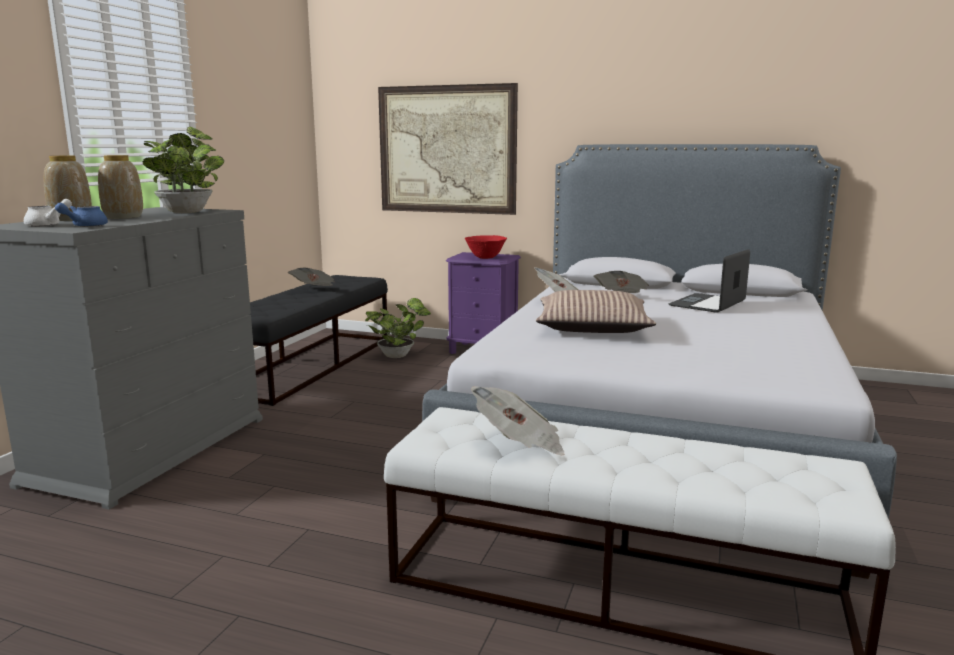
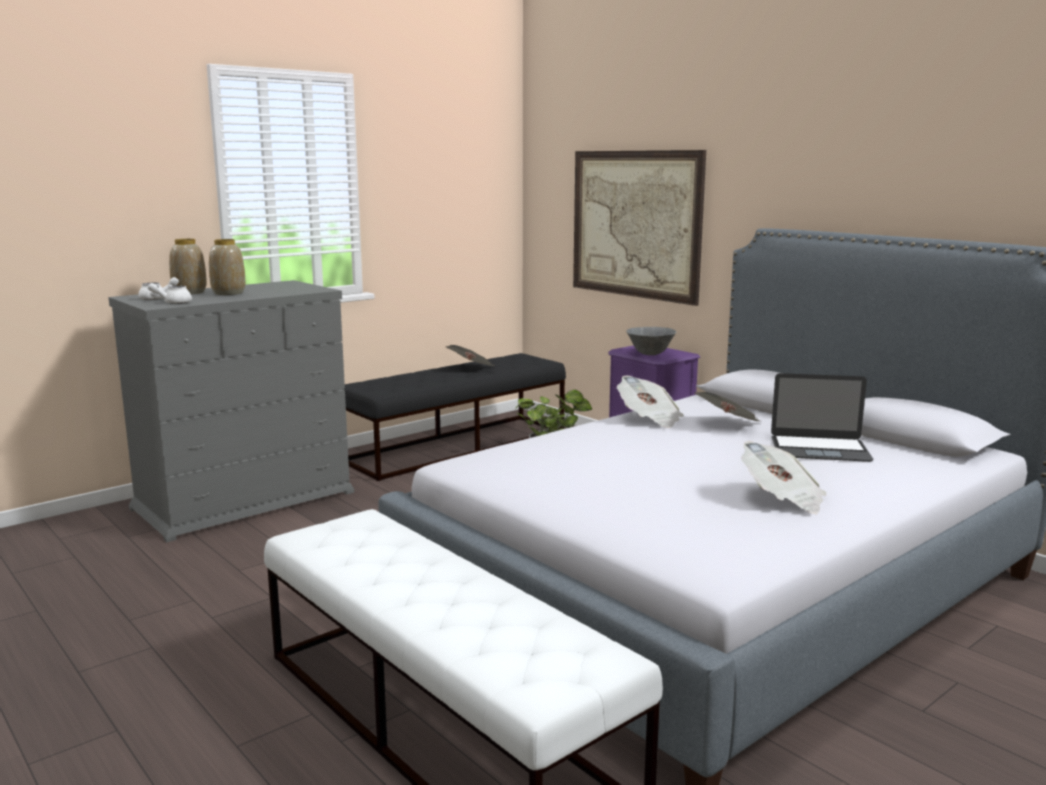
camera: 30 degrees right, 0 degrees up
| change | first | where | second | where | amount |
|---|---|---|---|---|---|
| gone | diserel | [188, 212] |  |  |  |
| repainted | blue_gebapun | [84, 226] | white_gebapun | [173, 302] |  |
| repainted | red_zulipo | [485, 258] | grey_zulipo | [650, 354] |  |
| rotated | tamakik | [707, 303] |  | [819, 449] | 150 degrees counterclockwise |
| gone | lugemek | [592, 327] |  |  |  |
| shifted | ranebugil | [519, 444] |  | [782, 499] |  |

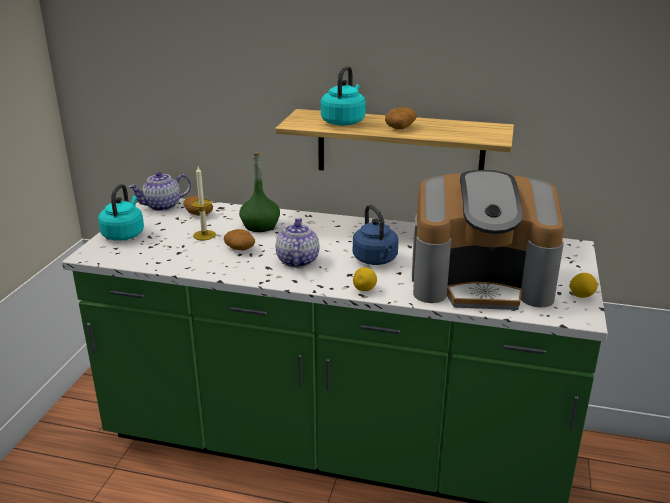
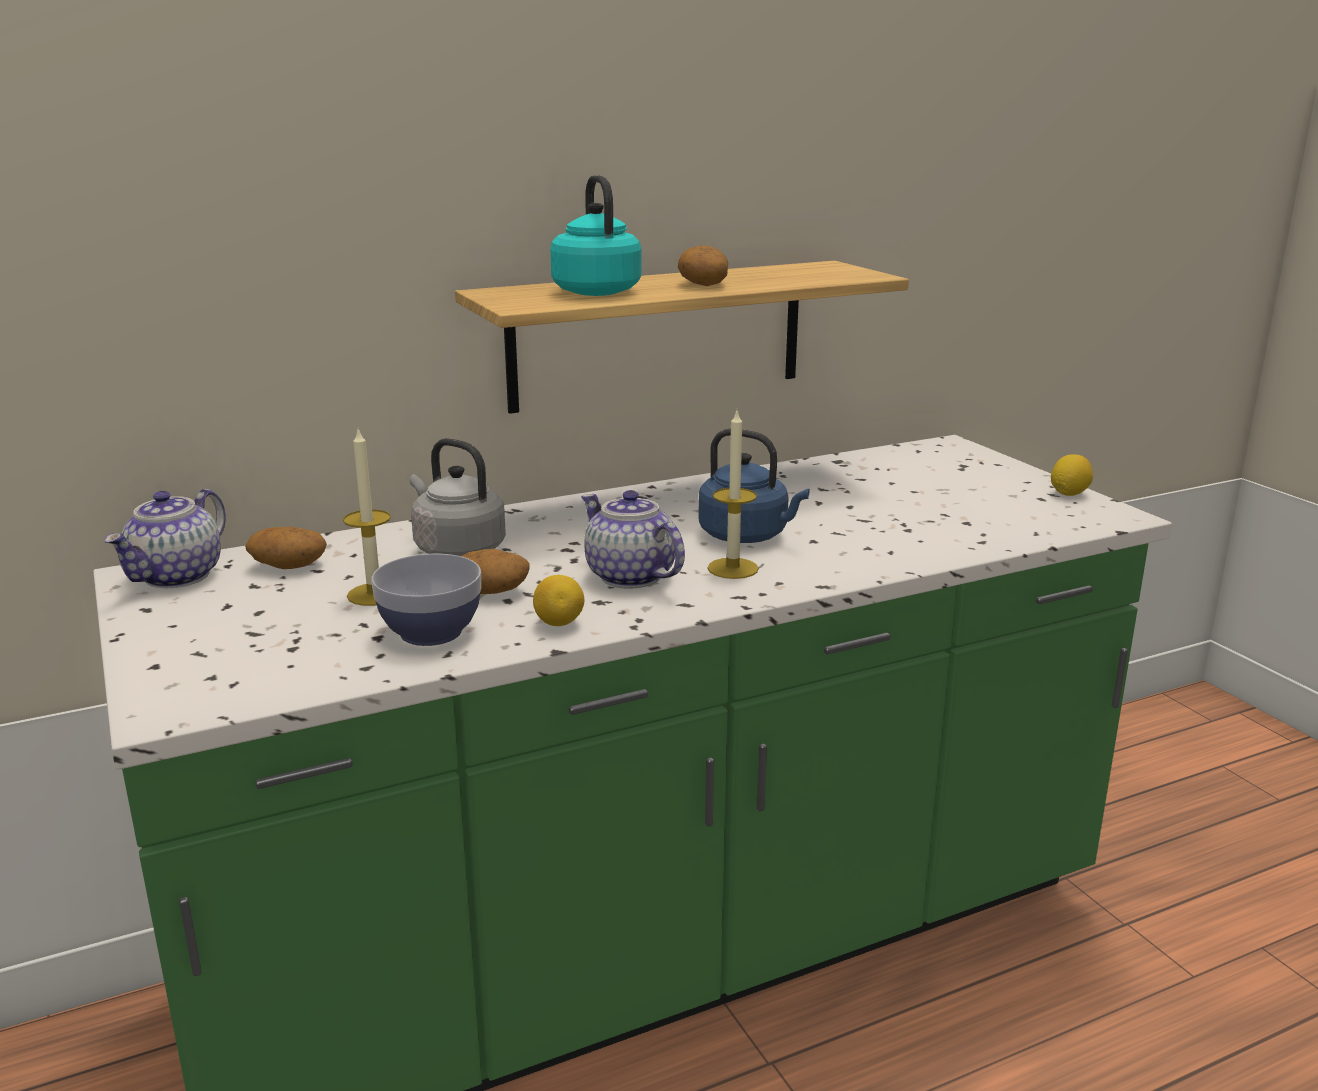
camera: 40 degrees left, 5 degrees down
| change | first | where | second | where | amount |
|---|---|---|---|---|---|
| swapped | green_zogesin | [260, 226] | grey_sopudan | [456, 549] |  |
| gone | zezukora | [481, 282] |  |  |  |
| gone | turquoise_sopudan | [124, 234] |  |  |  |
| shifted | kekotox | [364, 290] |  | [559, 624] |  |
| new |  |  | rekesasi | [733, 568] |  |
| new |  |  | zulipo | [431, 632] |  |

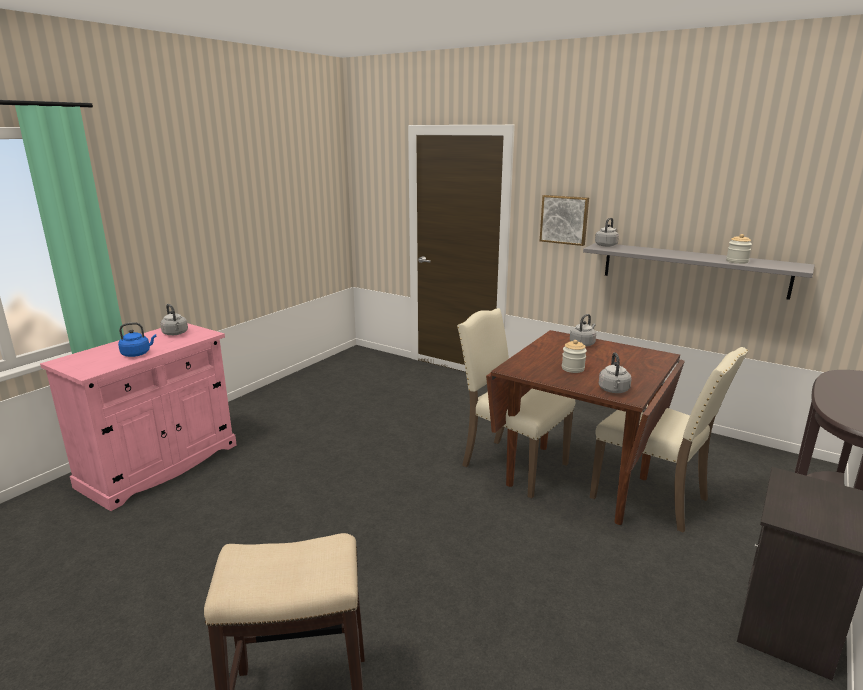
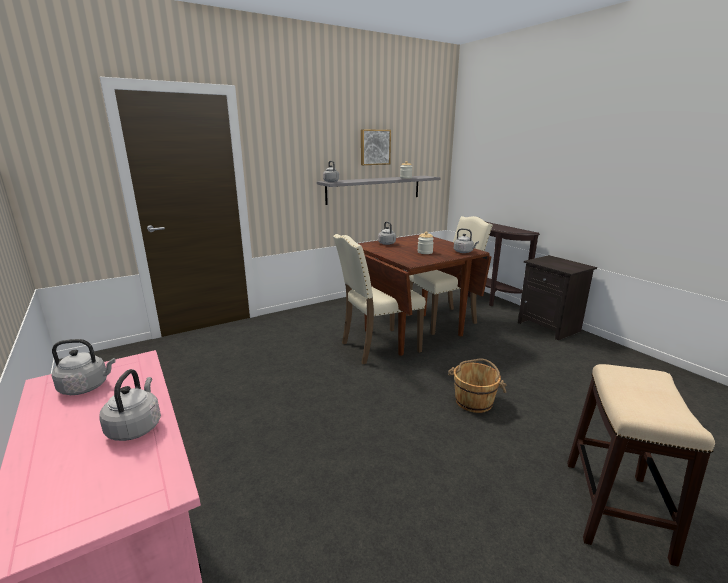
camera: 65 degrees left, 0 degrees up
| change | first | where | second | where | amount |
|---|---|---|---|---|---|
| shifted | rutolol | [564, 219] |  | [374, 147] |  |
| repainted | blue_sopudan | [137, 354] | grey_sopudan | [136, 427] |  |
| new |  |  | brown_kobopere | [474, 401] |  |

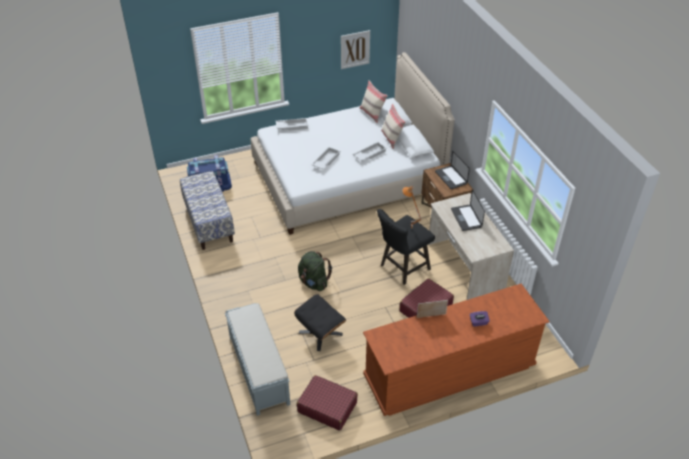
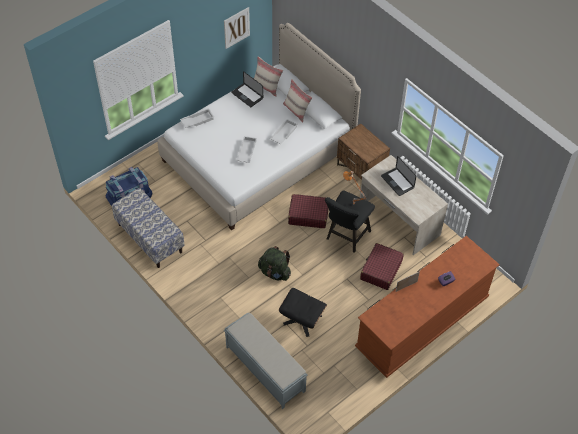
camera: 20 degrees left, 10 degrees up
| change | first | where | second | where | amount |
|---|---|---|---|---|---|
| shifted | tamakik | [450, 178] |  | [247, 95] |  |
| shifted | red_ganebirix | [327, 407] |  | [308, 215] |  |

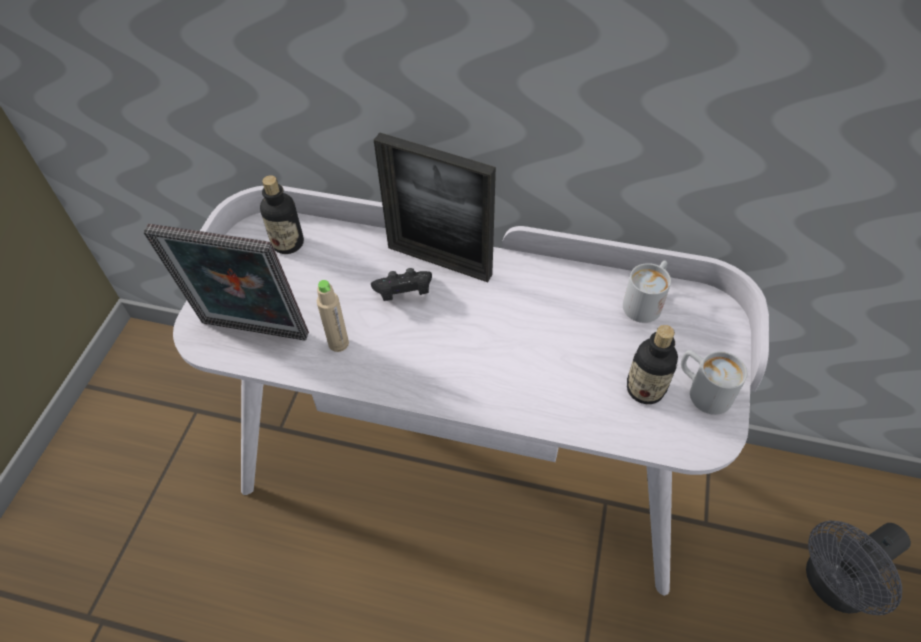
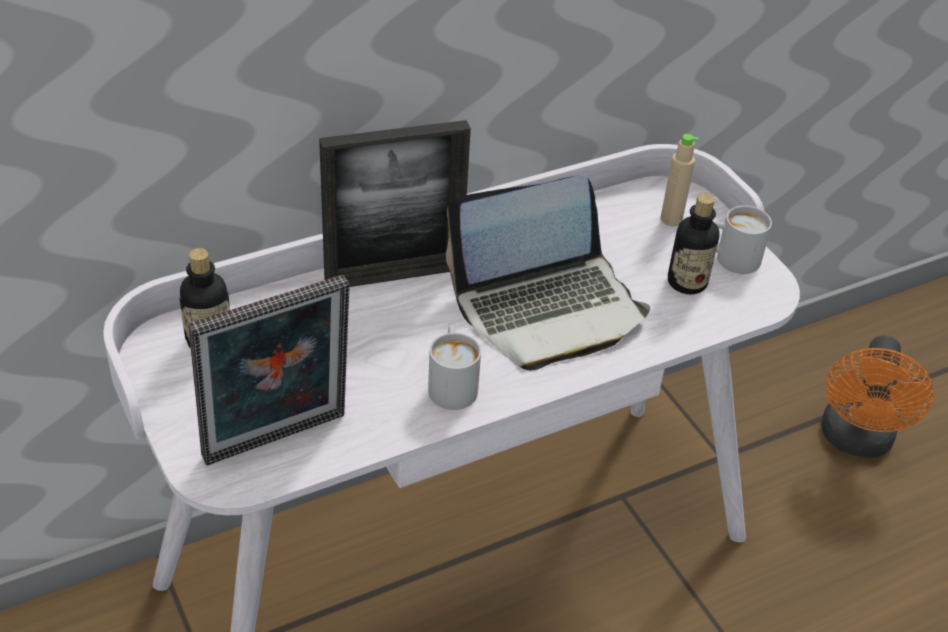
camera: 45 degrees left, 10 degrees down
| change | first | where | second | where | amount |
|---|---|---|---|---|---|
| shifted | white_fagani | [646, 301] |  | [452, 383] |  |
| gone | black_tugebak | [404, 293] |  |  |  |
| shifted | beige_zogesin | [338, 343] |  | [671, 219] |  |
| repainted | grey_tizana | [831, 586] | orange_tizana | [856, 441] |  |
| new |  |  | tamakik | [548, 308] |  |

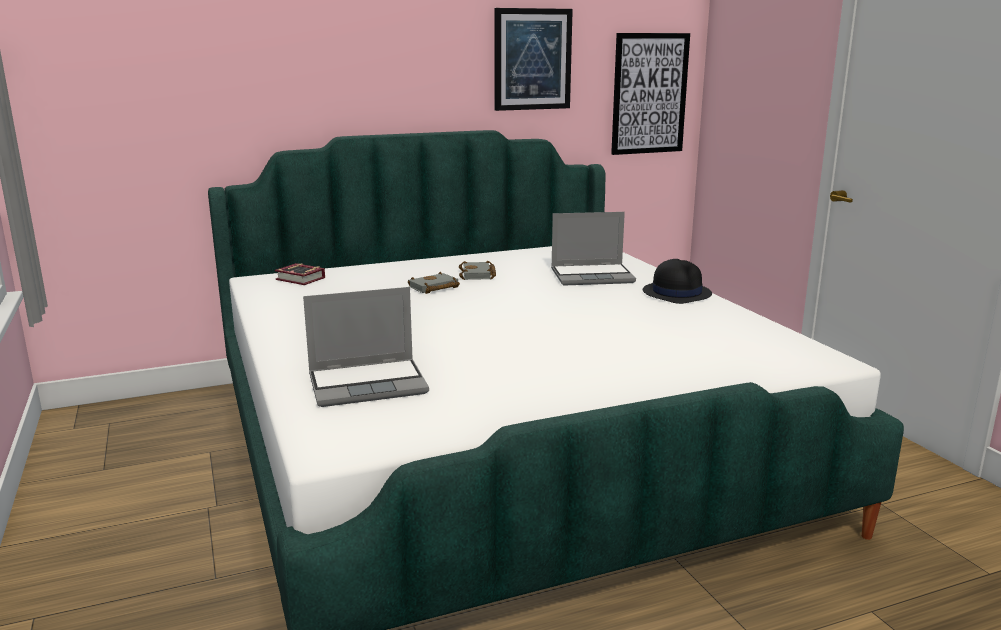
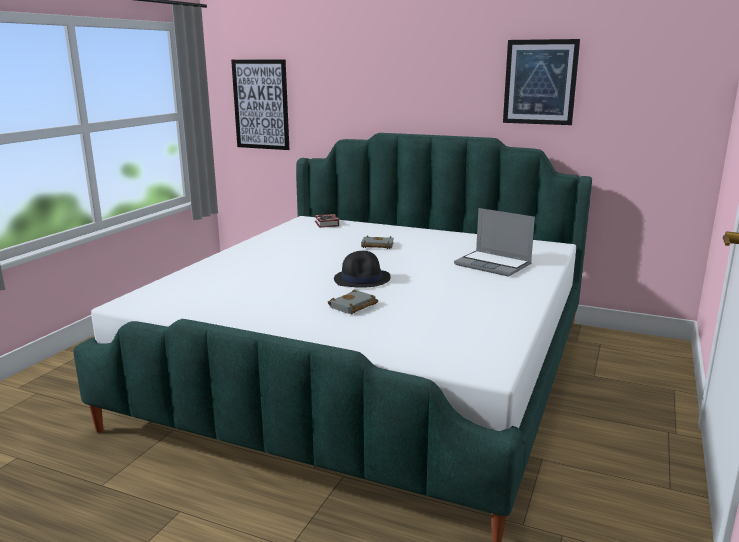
camera: 45 degrees right, 0 degrees up
| change | first | where | second | where | amount |
|---|---|---|---|---|---|
| shifted | rutolol | [649, 94] |  | [261, 104] |  |
| shifted | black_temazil | [676, 293] |  | [362, 279] |  |
| shifted | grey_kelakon | [478, 275] |  | [353, 306] |  |
| gone | tamakik | [369, 384] |  |  |  |

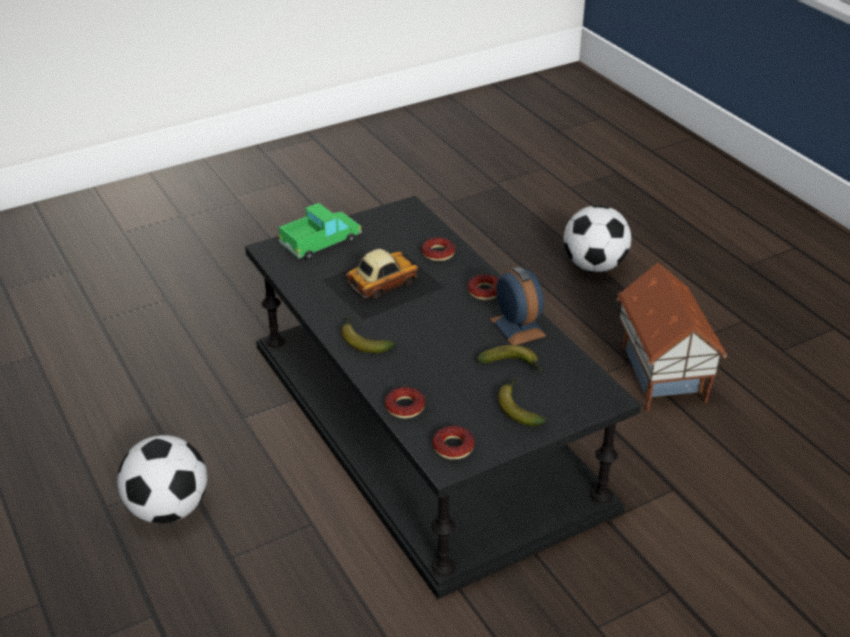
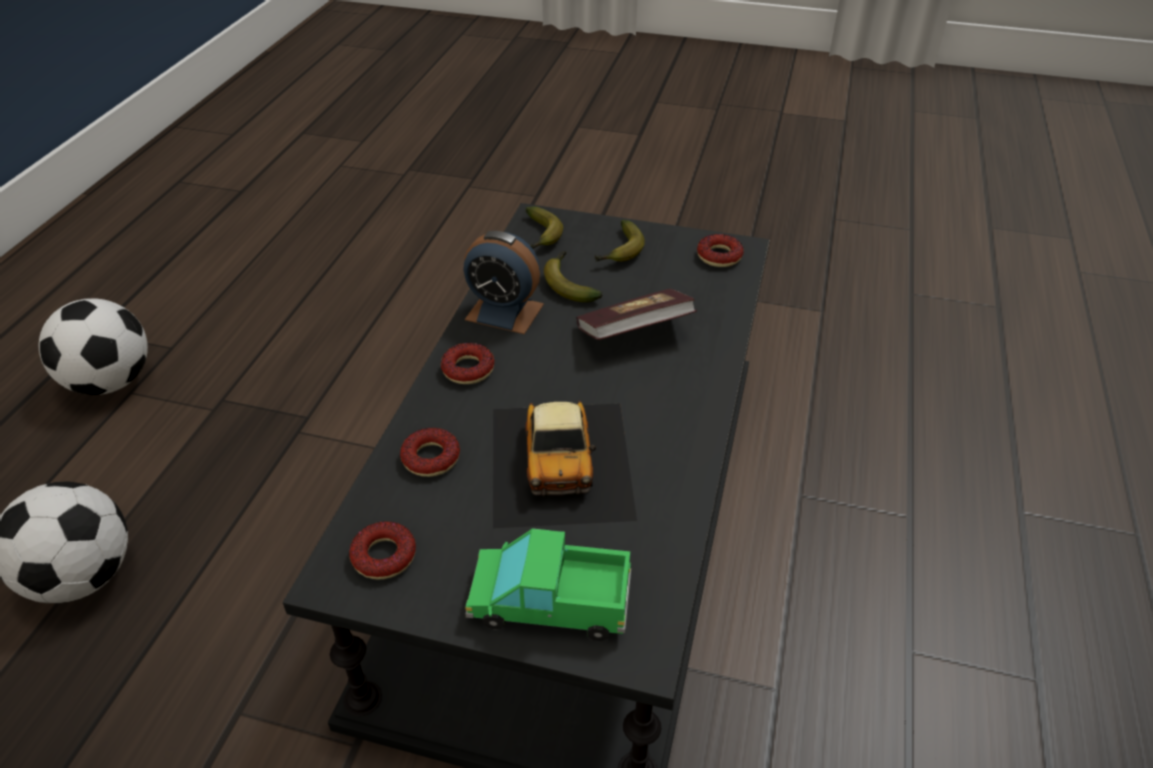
camera: 135 degrees left, 5 degrees up
| change | first | where | second | where | amount |
|---|---|---|---|---|---|
| rotated | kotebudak | [382, 283] |  | [561, 461] | 105 degrees counterclockwise |
| gone | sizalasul | [659, 375] |  |  |  |
| rotated | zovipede | [517, 327] |  | [504, 312] | 90 degrees counterclockwise |
| shifted | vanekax | [363, 341] |  | [541, 237] |  |
| shifted | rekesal | [405, 407] |  | [384, 556] |  |
| shifted | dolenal | [168, 509] |  | [110, 382] |  |
| new |  |  | kelakon | [634, 332] |  |

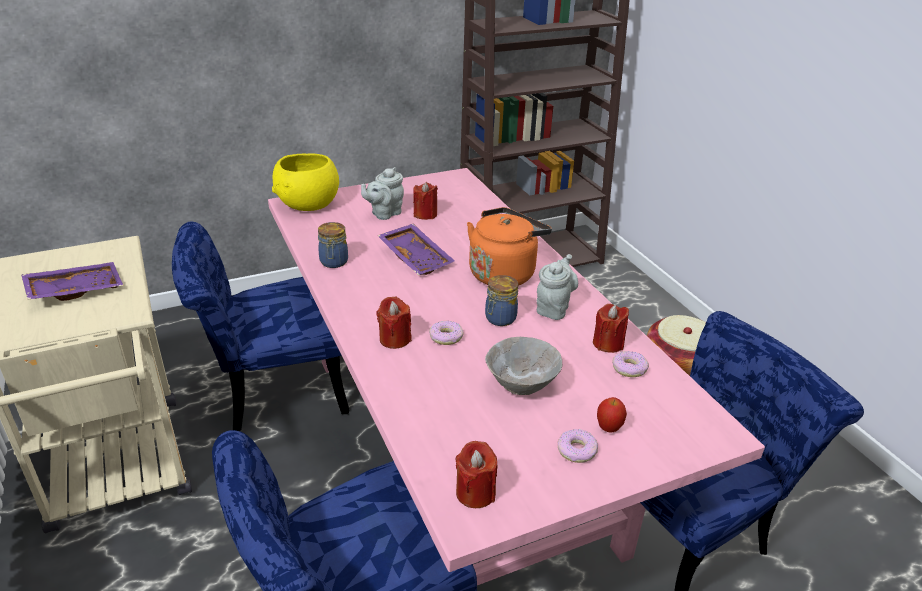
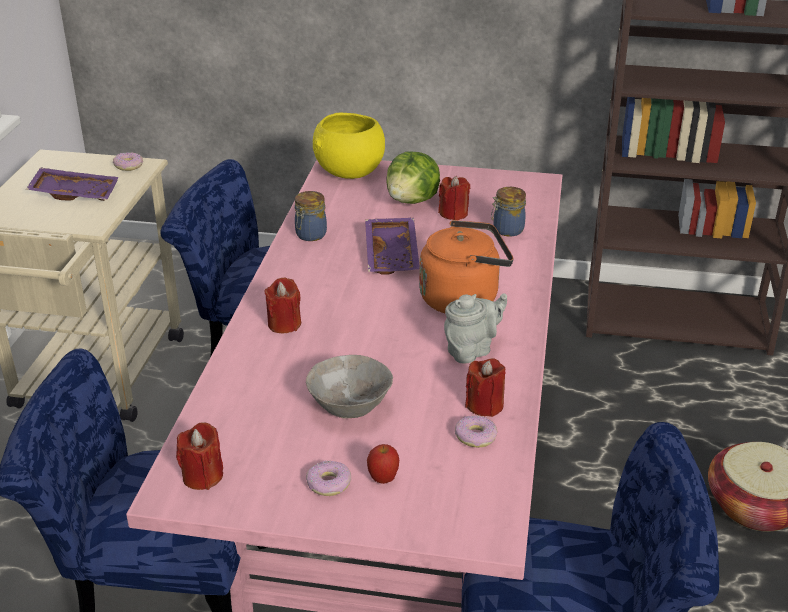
camera: 35 degrees right, 0 degrees up
| change | first | where | second | where | amount |
|---|---|---|---|---|---|
| swapped | grey_gebapun | [384, 214] | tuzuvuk | [412, 201] |  |
| shifted | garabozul | [499, 319] |  | [507, 230] |  |
| shifted | rekesal | [446, 337] |  | [128, 166] |  |

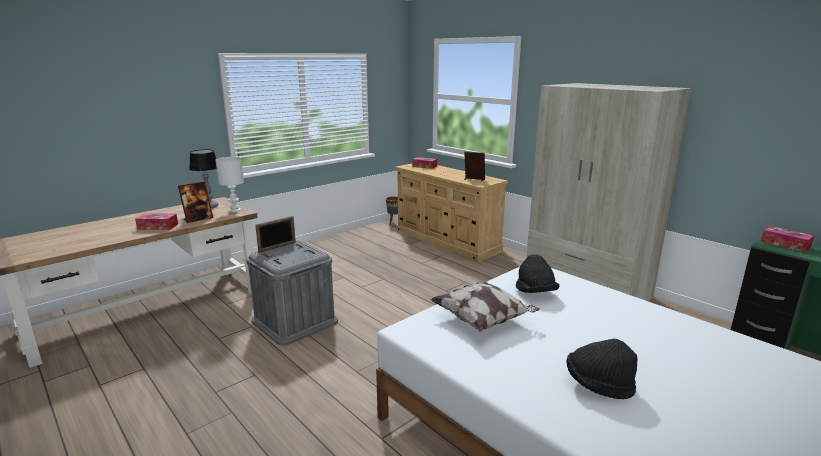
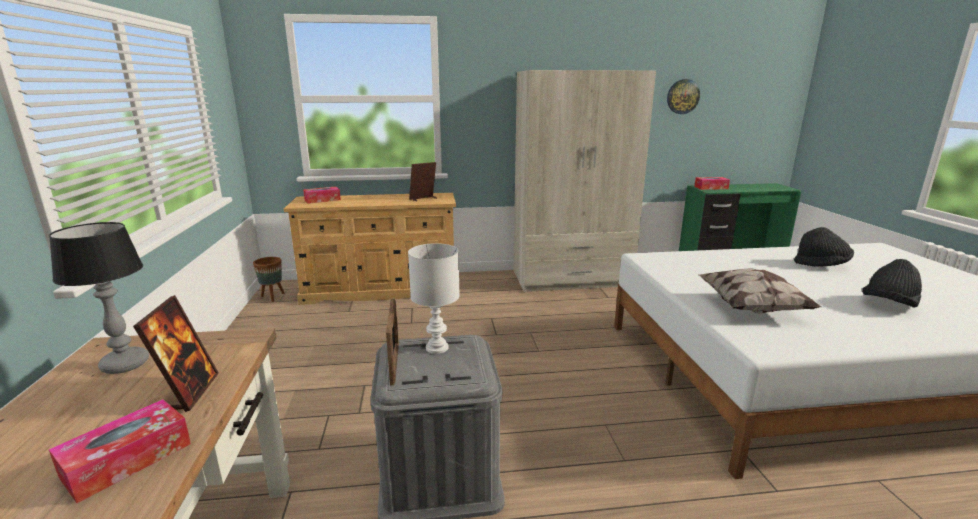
camera: 55 degrees left, 0 degrees up
| change | first | where | second | where | amount |
|---|---|---|---|---|---|
| shifted | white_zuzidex | [235, 210] |  | [437, 347] |  |
| shifted | black_temazil | [535, 292] |  | [821, 265] |  |
| new |  |  | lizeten | [682, 96] |  |

